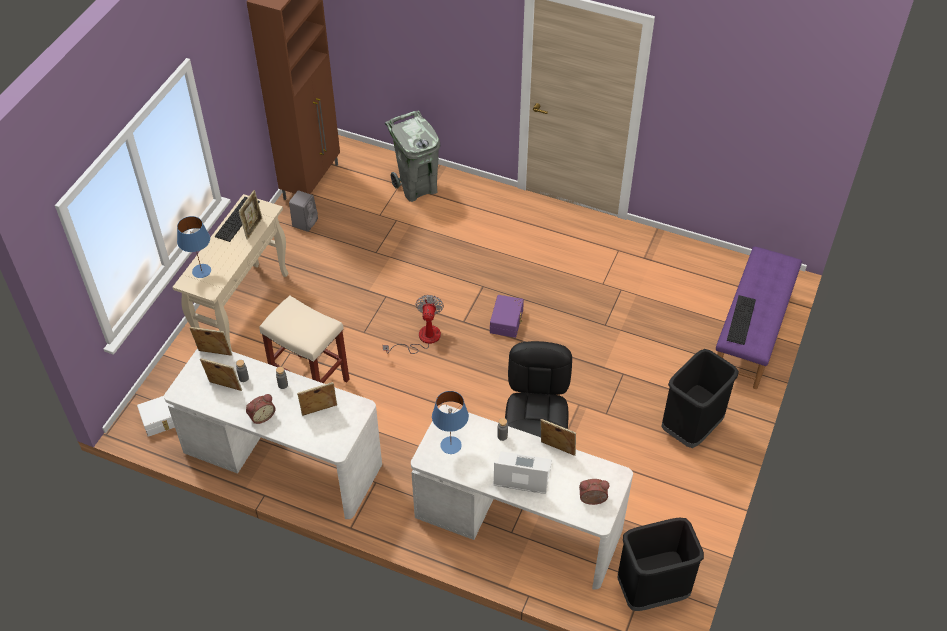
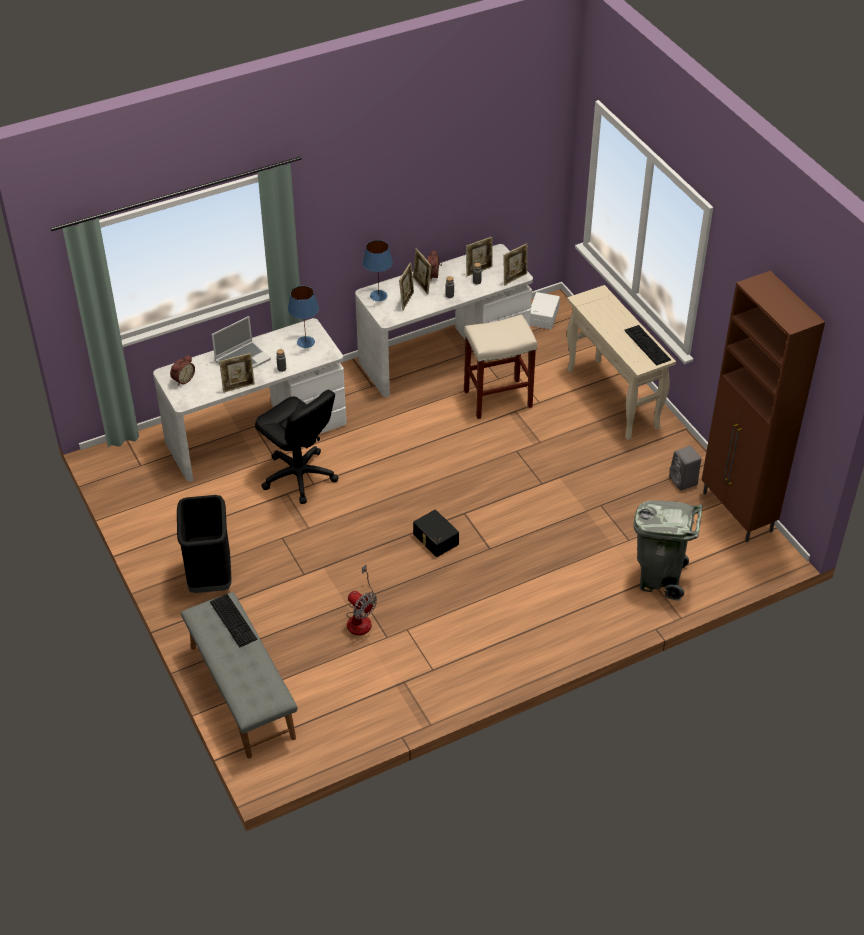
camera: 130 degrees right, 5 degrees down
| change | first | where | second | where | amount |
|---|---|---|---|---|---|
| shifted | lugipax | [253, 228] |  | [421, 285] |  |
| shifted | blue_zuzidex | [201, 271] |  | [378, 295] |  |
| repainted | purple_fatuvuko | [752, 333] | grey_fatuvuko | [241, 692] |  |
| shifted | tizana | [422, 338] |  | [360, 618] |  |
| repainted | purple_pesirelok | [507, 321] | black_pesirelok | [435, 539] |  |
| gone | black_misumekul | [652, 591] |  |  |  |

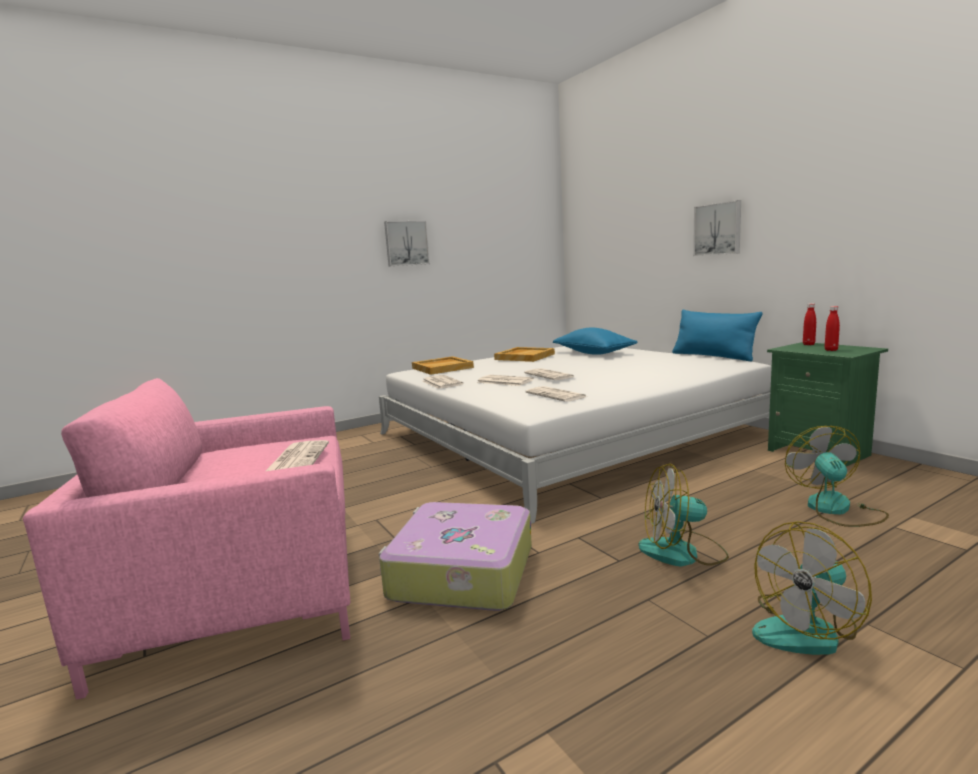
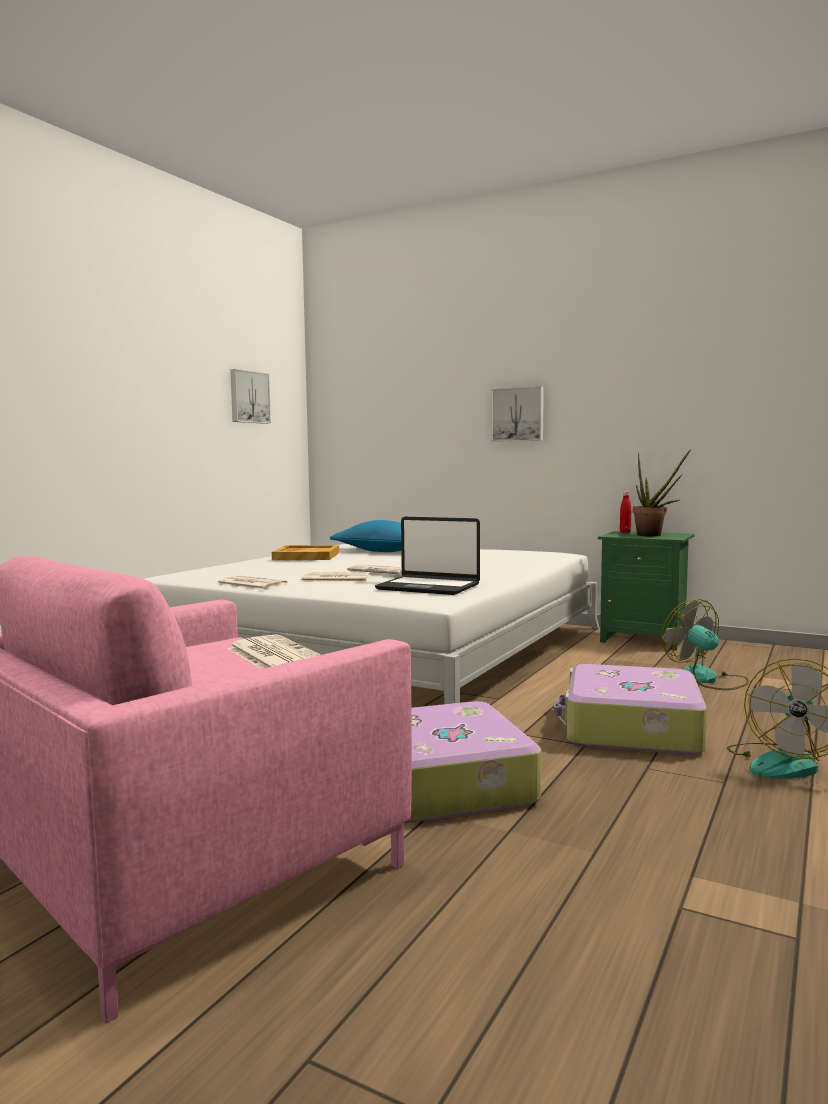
camera: 30 degrees left, 5 degrees down
| change | first | where | second | where | amount |
|---|---|---|---|---|---|
| shifted | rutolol | [406, 243] |  | [248, 397] |  |
| swapped | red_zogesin | [831, 350] | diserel | [654, 535] |  |
| gone | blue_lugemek | [713, 356] |  |  |  |
| gone | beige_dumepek | [442, 368] |  |  |  |
| swapped | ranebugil | [556, 395] | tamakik | [428, 587] |  |
| swapped | tizana | [682, 552] | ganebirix | [630, 729] |  |

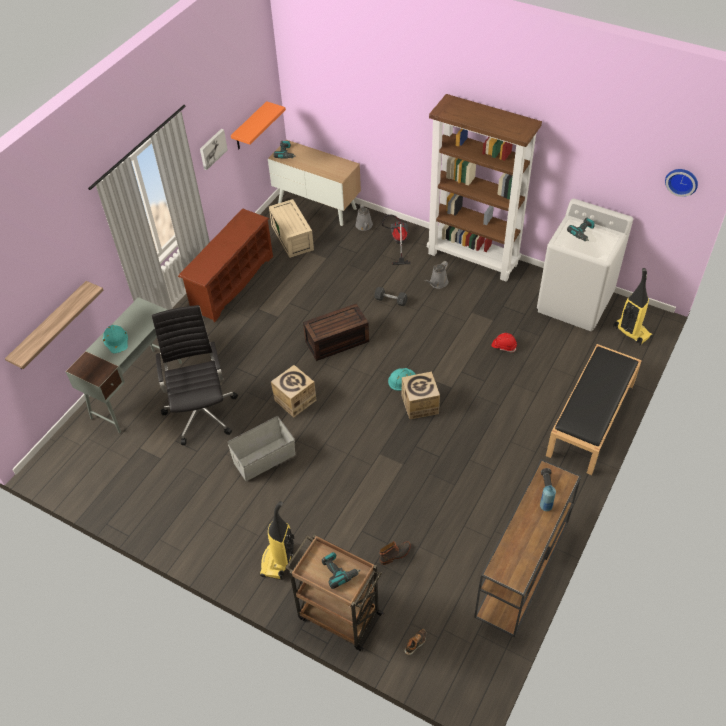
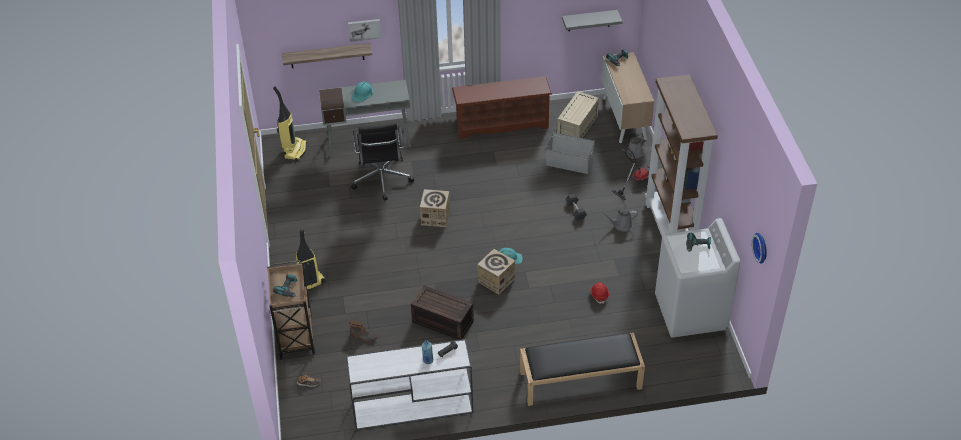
camera: 50 degrees right, 5 degrees down
| change | first | where | second | where | amount |
|---|---|---|---|---|---|
| repainted | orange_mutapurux | [250, 127] | grey_mutapurux | [589, 20] |  |
| shifted | rutolol | [212, 148] |  | [364, 29] |  |
| shifted | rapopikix | [631, 332] |  | [294, 150] |  |
| shifted | brown_pesirelok | [336, 342] |  | [441, 322] |  |
| rotated | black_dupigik | [201, 411] |  | [382, 180] | 135 degrees clockwise |
| shifted | grey_pesirelok | [264, 458] |  | [569, 162] |  |
| repainted | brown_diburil | [522, 569] | white_diburil | [411, 408] |  |

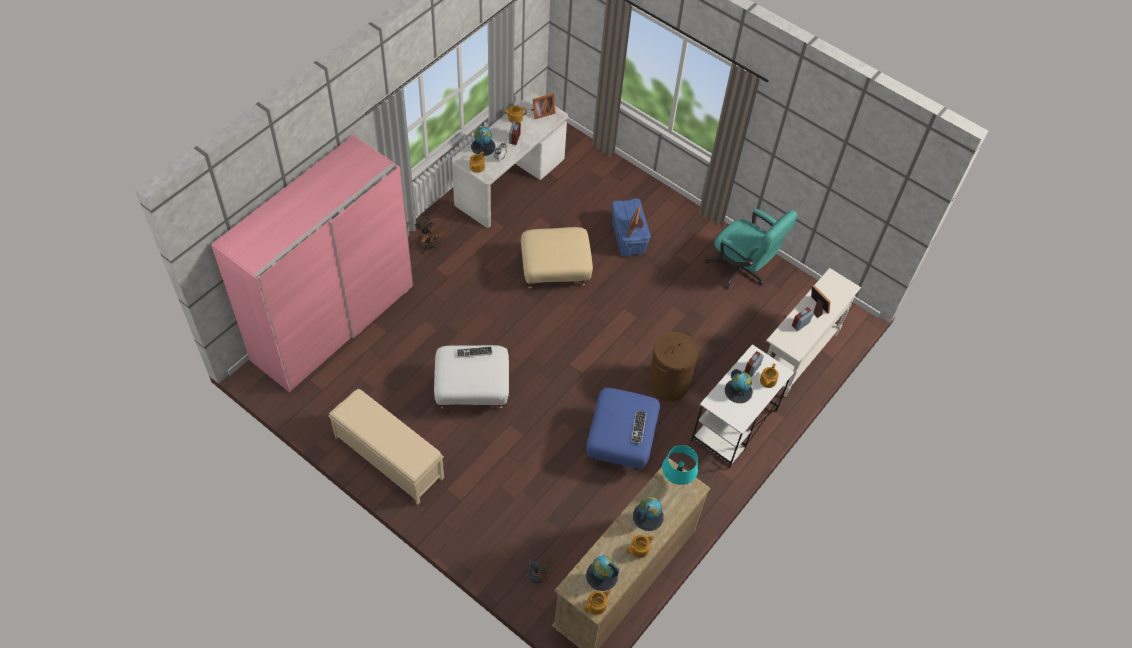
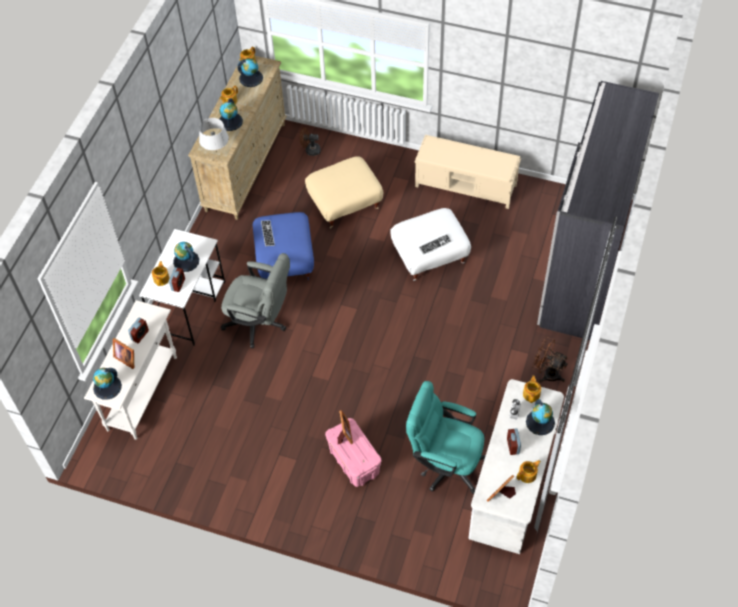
camera: 165 degrees right, 0 degrees up
| change | first | where | second | where | amount |
|---|---|---|---|---|---|
| repainted | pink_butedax | [333, 322] | grey_butedax | [584, 269] |  |
| repainted | blue_pesirelok | [628, 238] | pink_pesirelok | [353, 461] |  |
| shifted | turquoise_dupigik | [741, 270] |  | [445, 463] |  |
| shifted | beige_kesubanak | [555, 272] |  | [345, 204] |  |
| swapped | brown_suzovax | [668, 383] | grey_dupigik | [260, 323] |  |
| repainted | turquoise_zuzidex | [676, 479] | grey_zuzidex | [216, 152] |  |
| new |  |  | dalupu | [107, 387] |  |

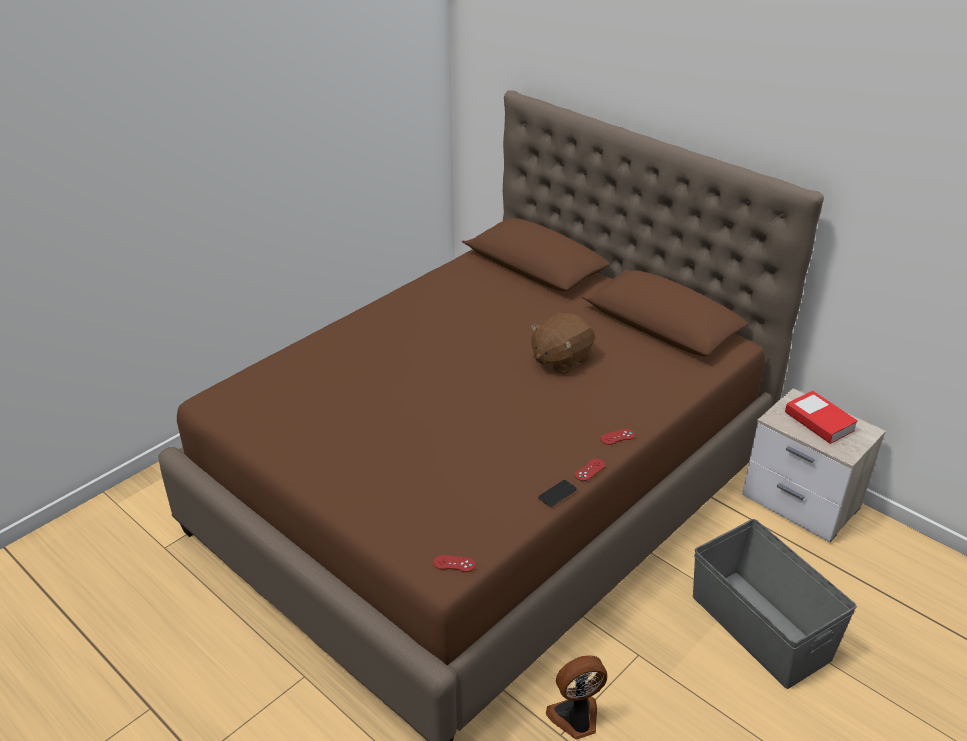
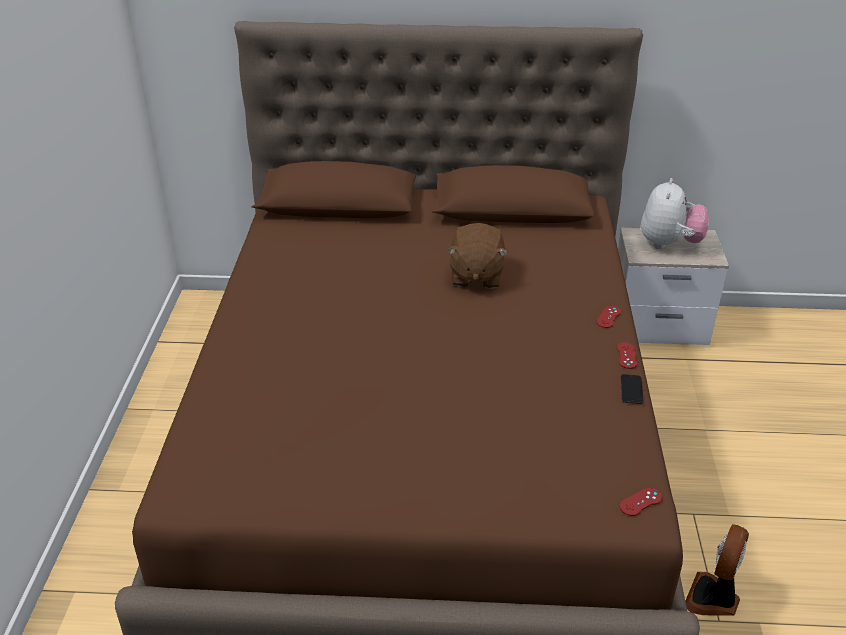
camera: 40 degrees left, 0 degrees up
| change | first | where | second | where | amount |
|---|---|---|---|---|---|
| swapped | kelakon | [819, 421] | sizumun | [669, 244] |  |
| gone | grey_pesirelok | [760, 626] |  |  |  |

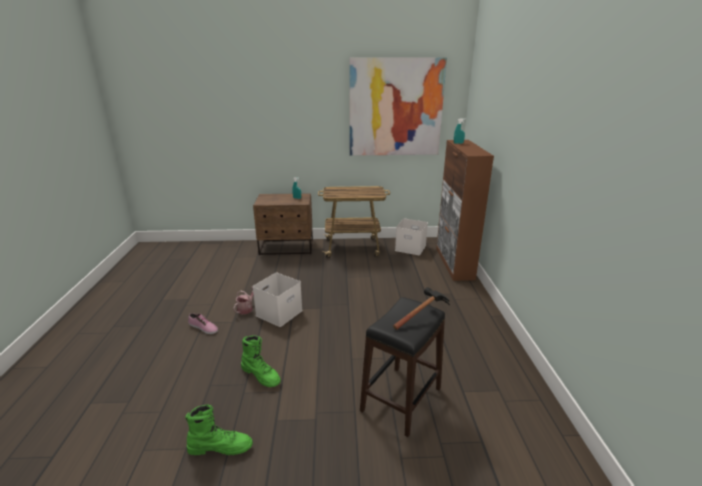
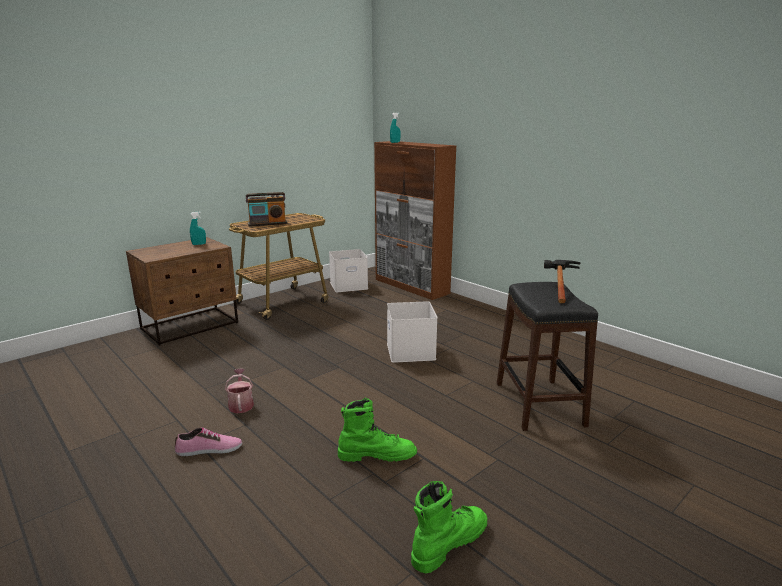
camera: 40 degrees left, 5 degrees down
| change | first | where | second | where | amount |
|---|---|---|---|---|---|
| gone | rutolol | [395, 108] |  |  |  |
| shifted | white_pesirelok | [279, 312] |  | [409, 351] |  |
| new |  |  | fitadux | [267, 224] |  |

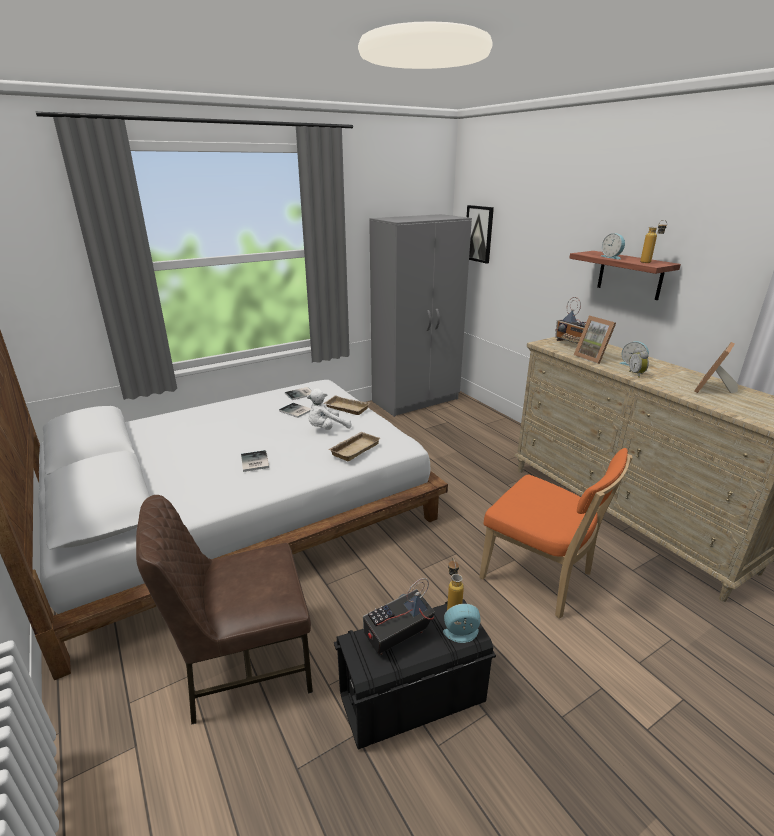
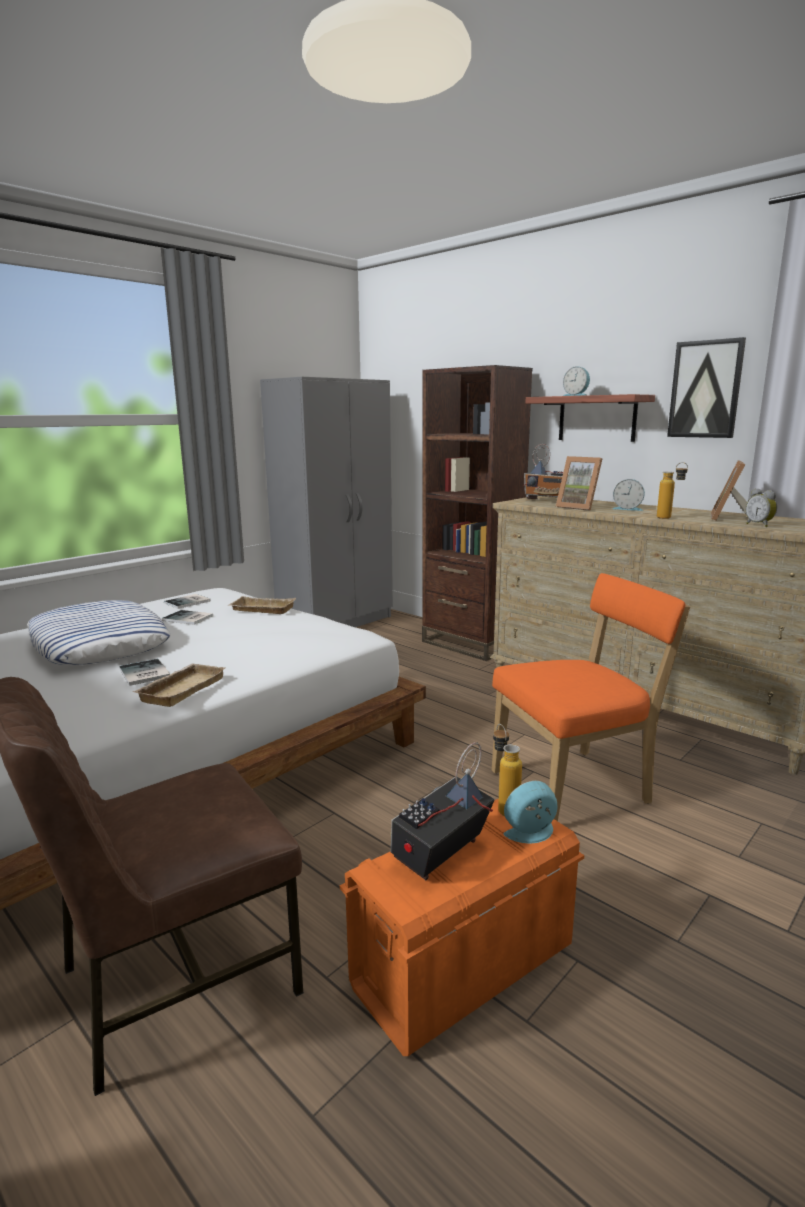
camera: 15 degrees left, 10 degrees down
| change | first | where | second | where | amount |
|---|---|---|---|---|---|
| shifted | rutolol | [479, 234] |  | [705, 389] |  |
| shifted | zogesin | [649, 263] |  | [669, 518] |  |
| shifted | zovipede | [637, 374] |  | [759, 525] |  |
| gone | white_sizumun | [326, 429] |  |  |  |
| shifted | beige_dumepek | [354, 448] |  | [181, 689] |  |
| rotated | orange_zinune | [541, 578] |  | [576, 786] | 45 degrees counterclockwise |
| repainted | black_pesirelok | [411, 699] | orange_pesirelok | [462, 966] |  |
| new |  |  | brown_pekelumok | [470, 643] |  |
| new |  |  | lugemek | [98, 643] |  |

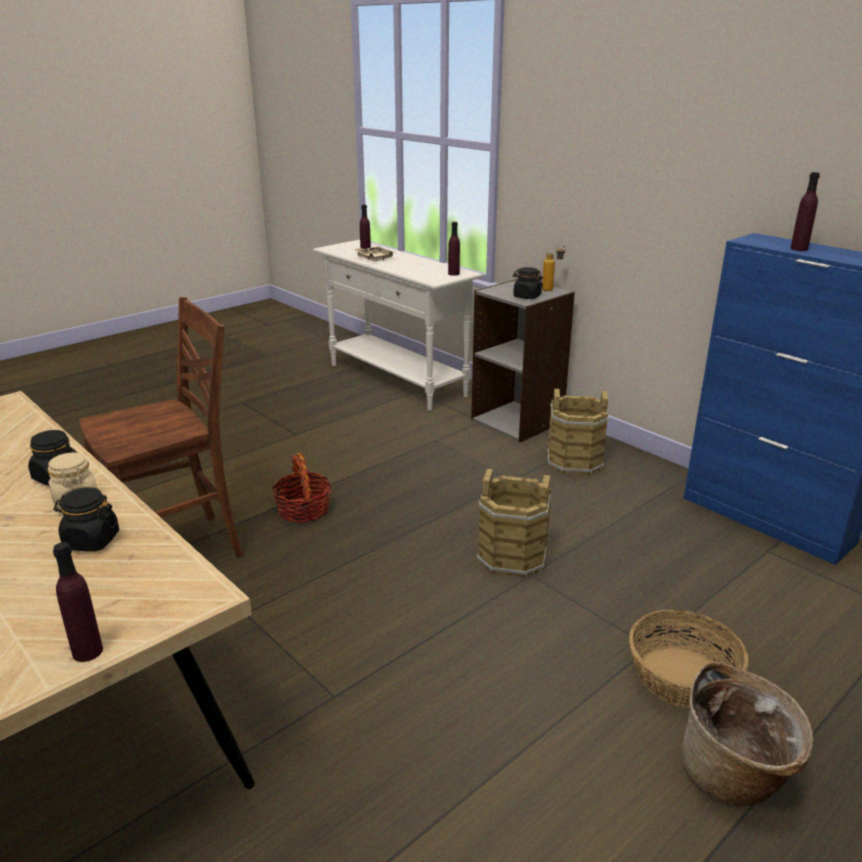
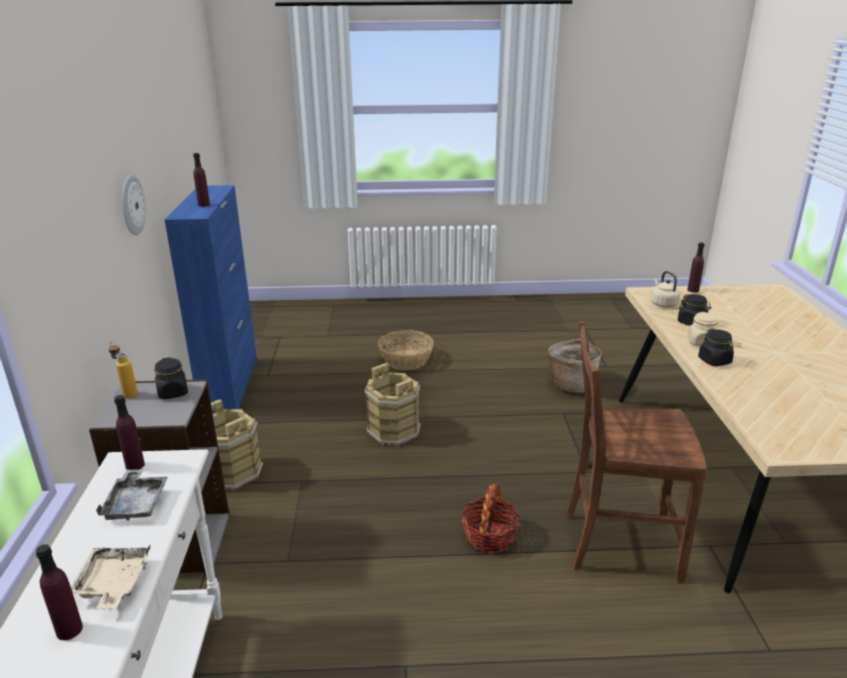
camera: 140 degrees left, 0 degrees up
| change | first | where | second | where | amount |
|---|---|---|---|---|---|
| shifted | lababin | [735, 776] |  | [571, 384] |  |
| new |  |  | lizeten | [131, 205] |  |
| new |  |  | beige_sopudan | [663, 304] |  |
| new |  |  | grey_dumepek | [137, 503] |  |

